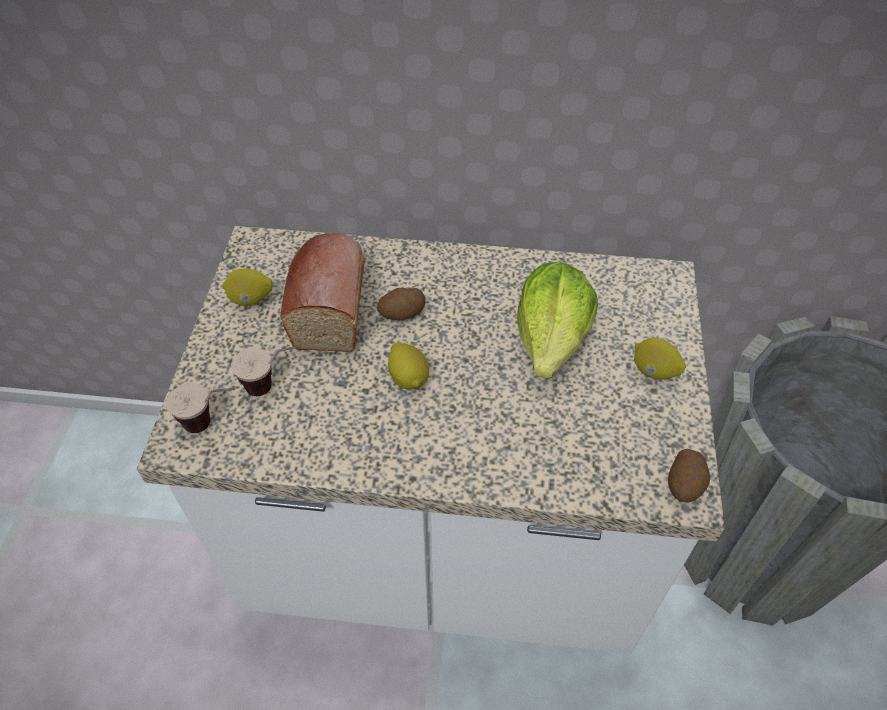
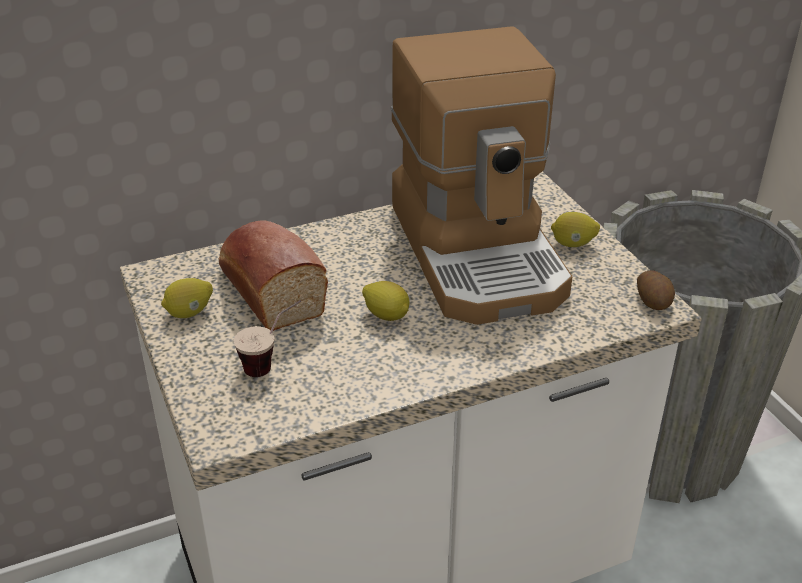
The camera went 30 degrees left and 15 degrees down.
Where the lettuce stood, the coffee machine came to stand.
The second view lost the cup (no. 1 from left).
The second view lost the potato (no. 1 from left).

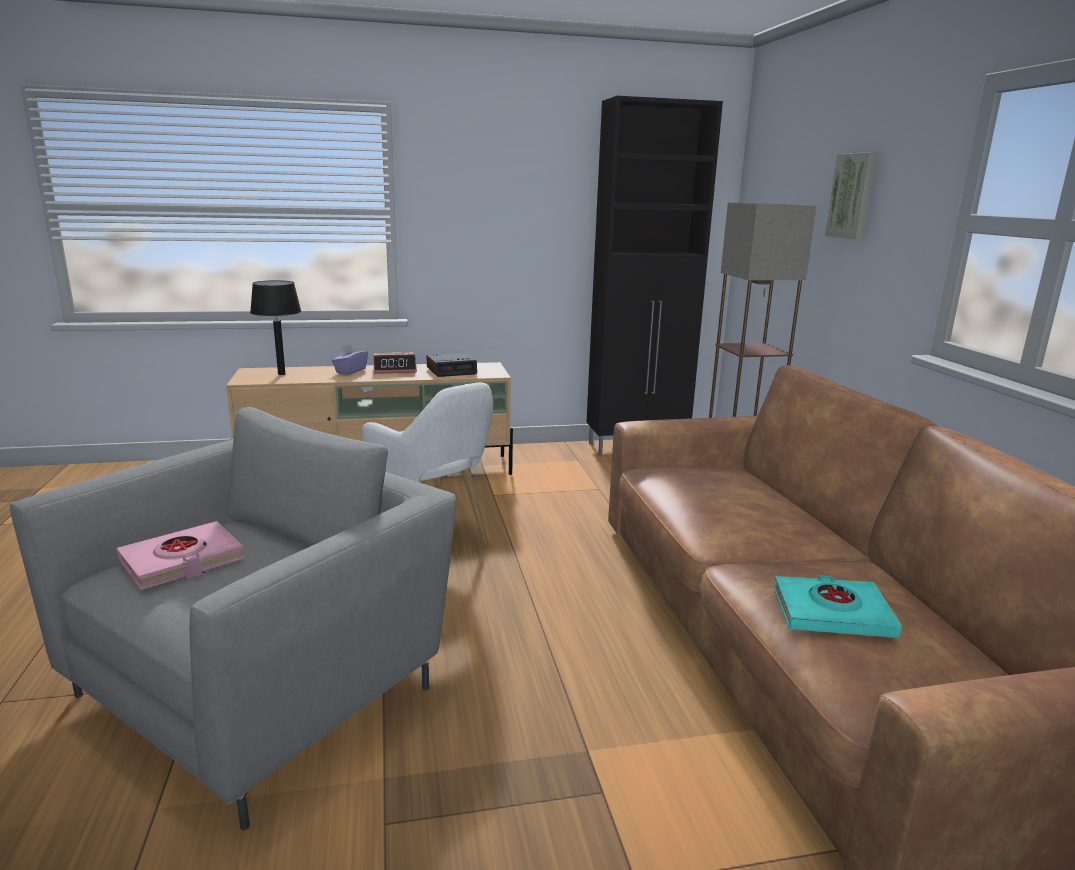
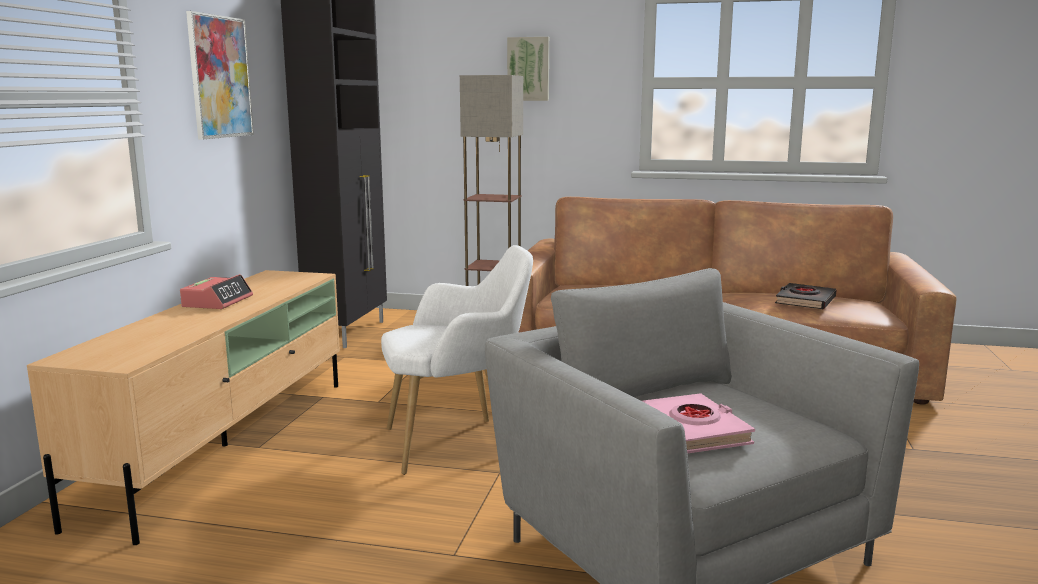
The camera went 65 degrees left and 5 degrees down.
The second view gained the picture (no. 1 from left).
What was the book in turquoise turned into the book in black.
The second view lost the table lamp in black.
The second view lost the tissue box in purple.
The second view lost the alarm clock (no. 2 from left).

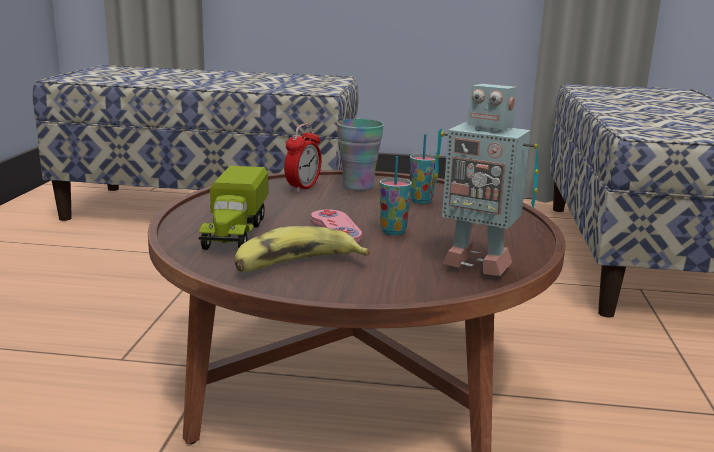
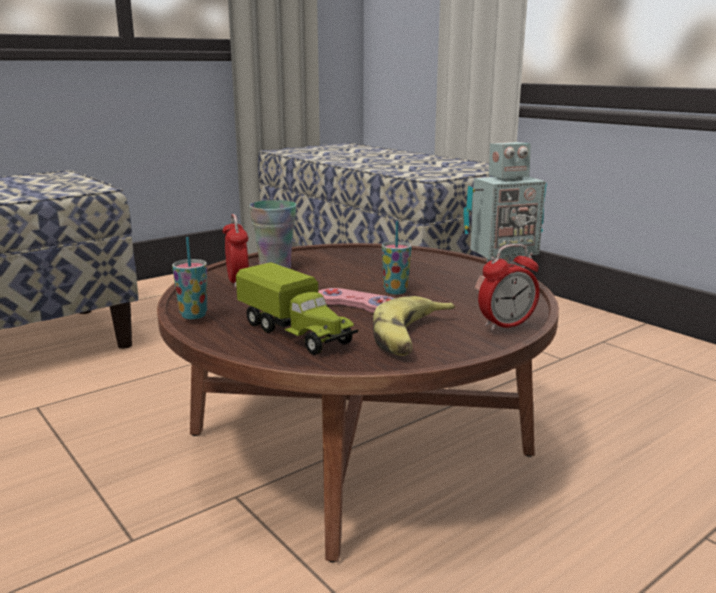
The camera went 45 degrees left and 0 degrees up.
The cup (no. 3 from left in the first image) ended up elsewhere.
The second view gained the alarm clock (no. 2 from left).

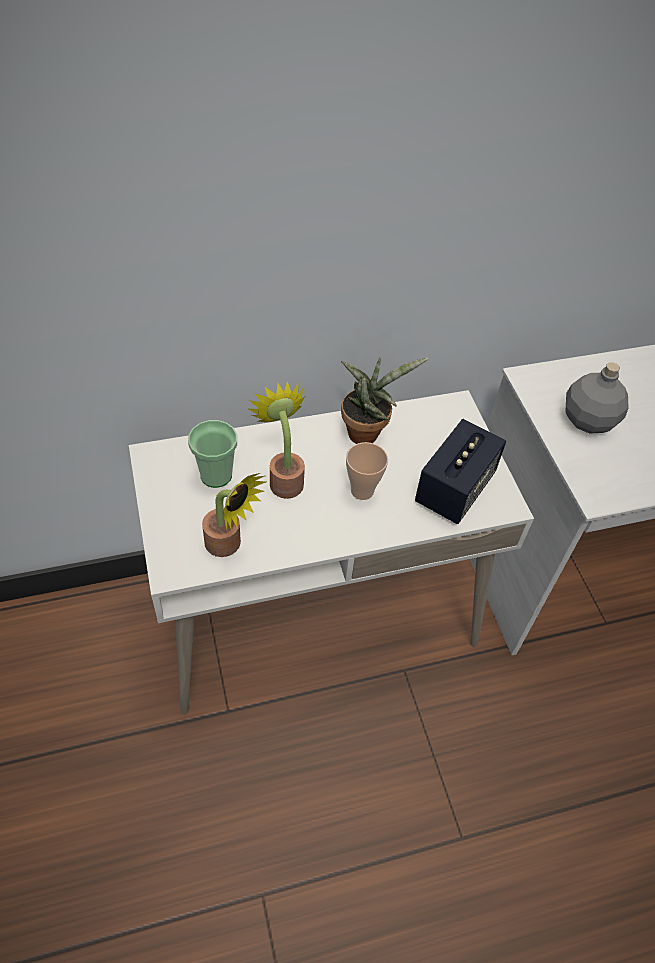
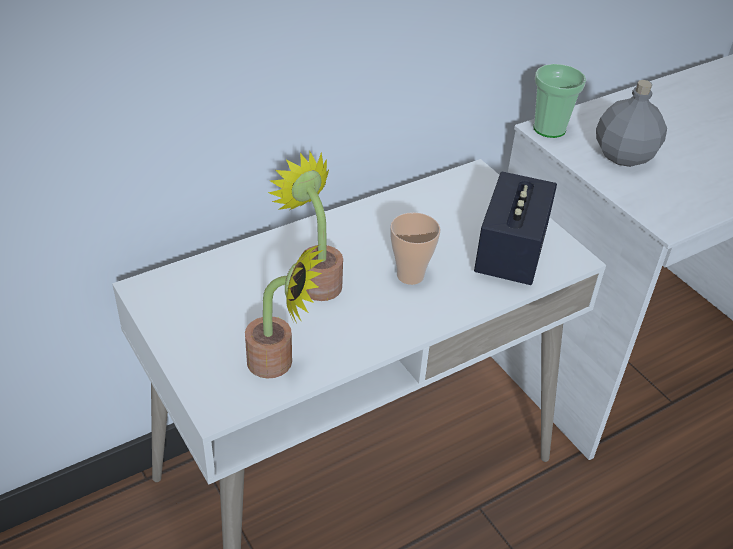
The camera went 15 degrees left and 10 degrees down.
The cup (no. 1 from left in the first image) ended up elsewhere.
The second view lost the potted plant (no. 3 from left).

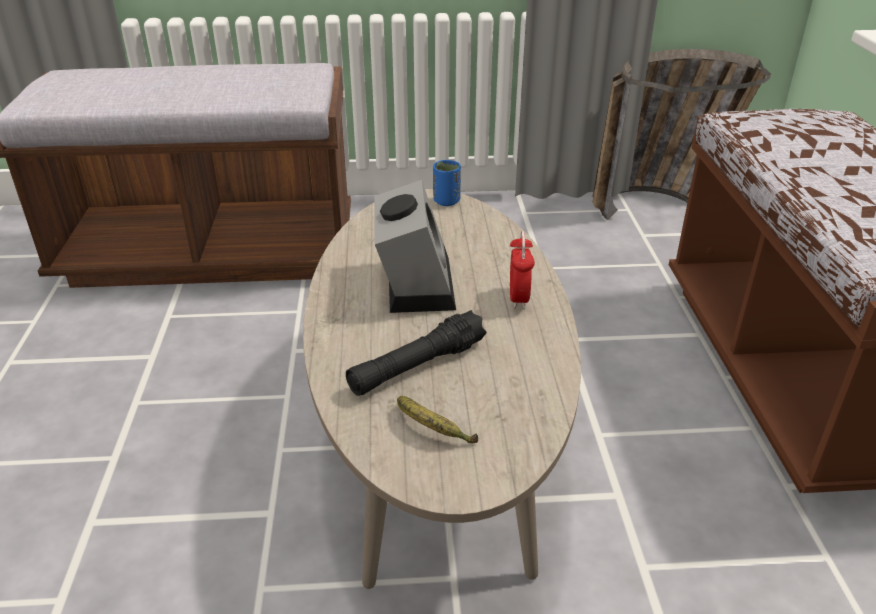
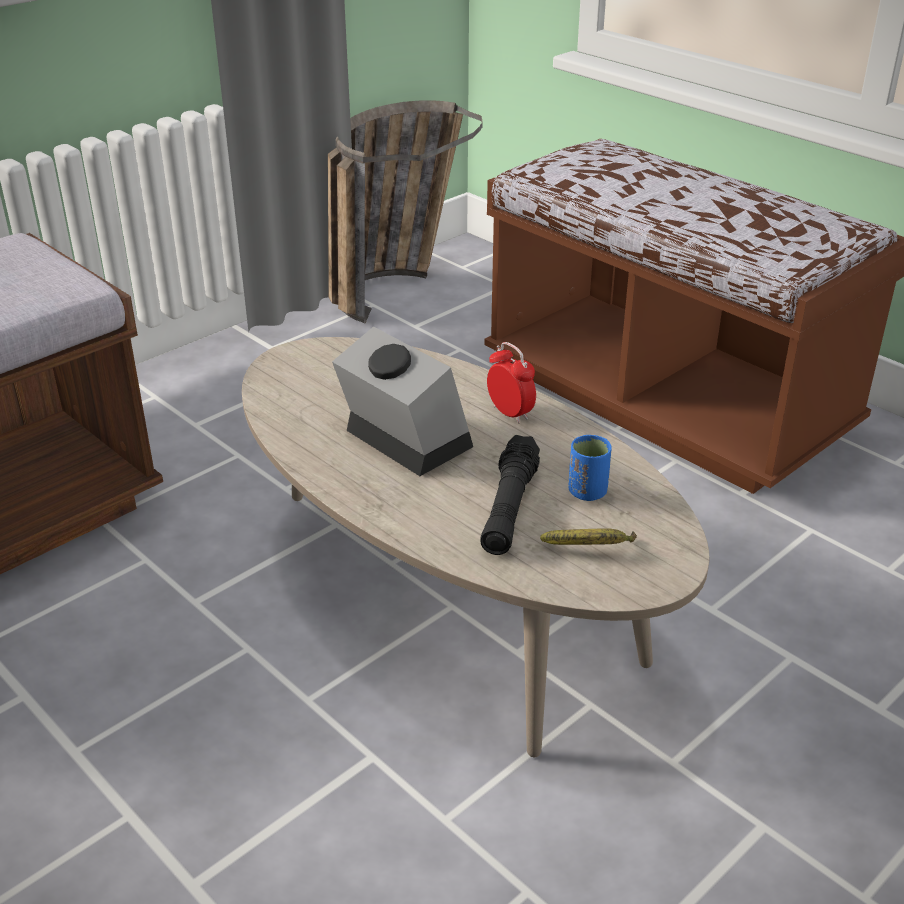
The camera went 40 degrees left and 0 degrees up.
The cup in blue ended up elsewhere.

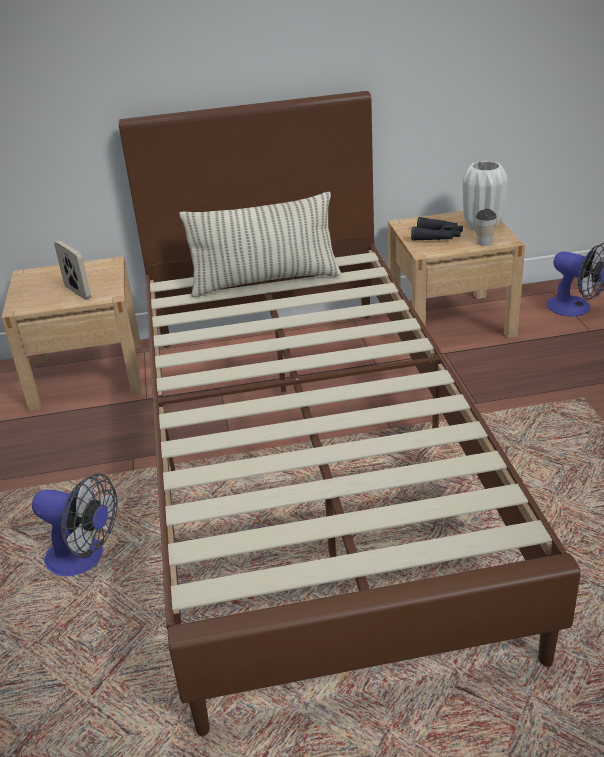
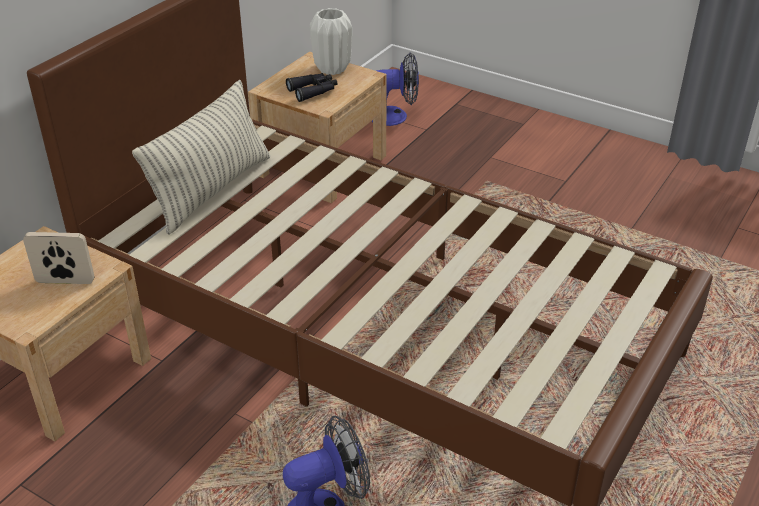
The camera went 50 degrees left and 5 degrees up.
The second view lost the cup.

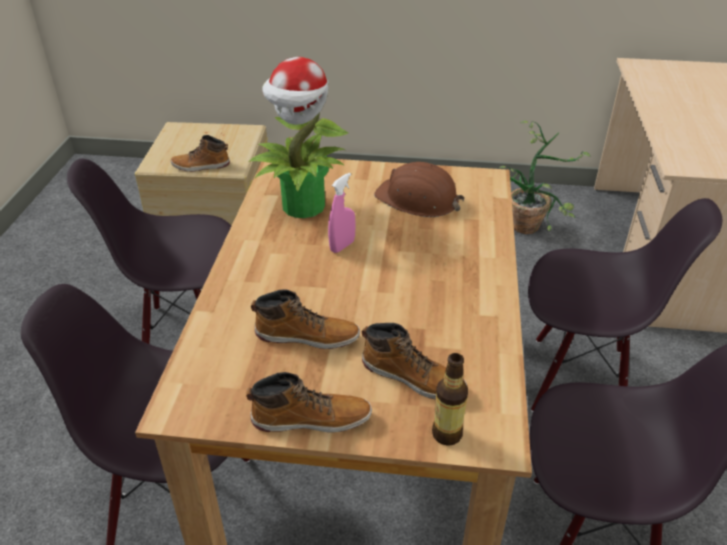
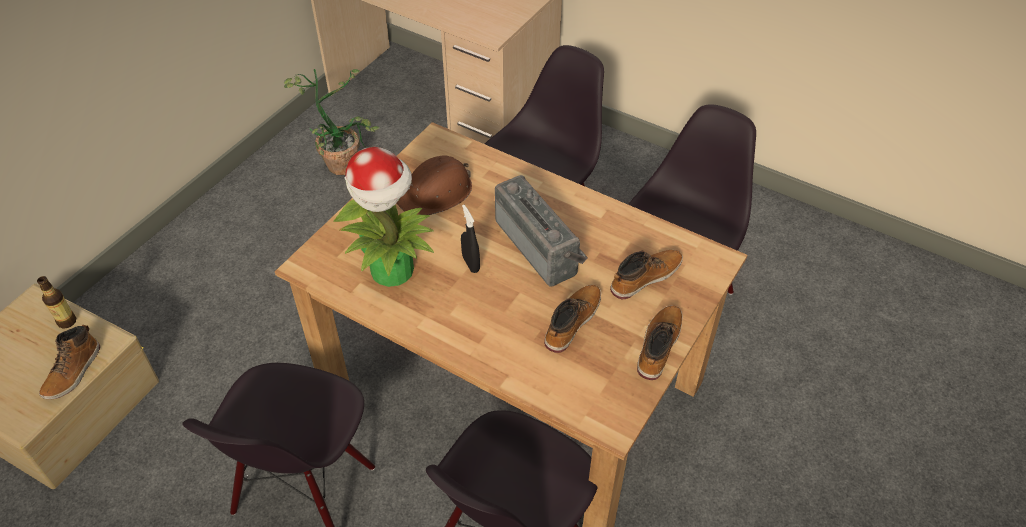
The camera went 65 degrees left and 10 degrees up.
The bottle ended up elsewhere.
What was the spray bottle in pink turned into the spray bottle in black.
The second view gained the radio.

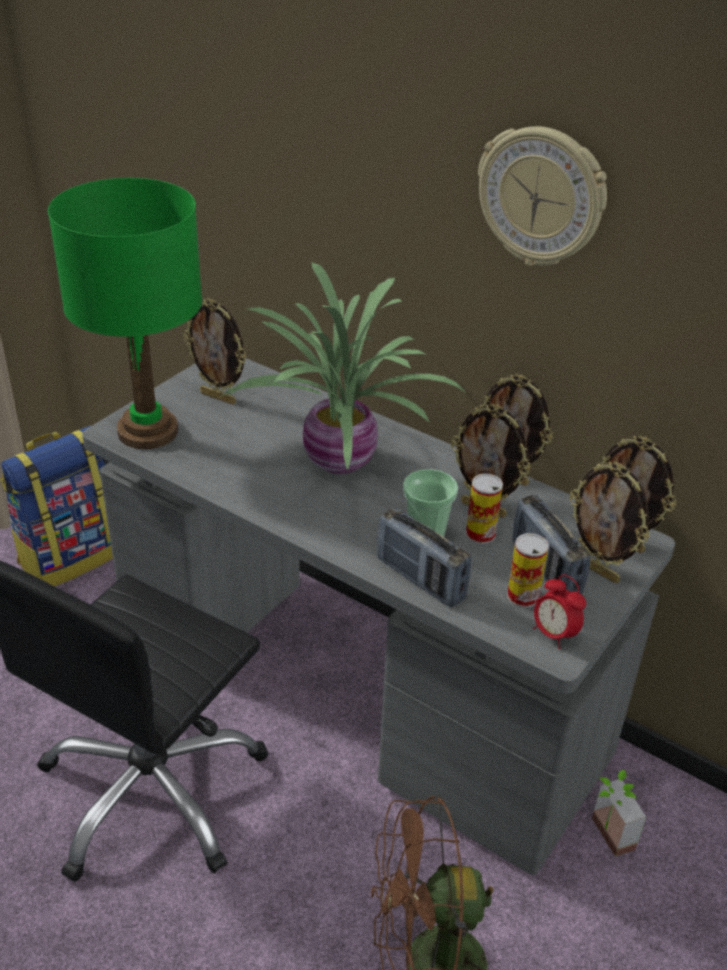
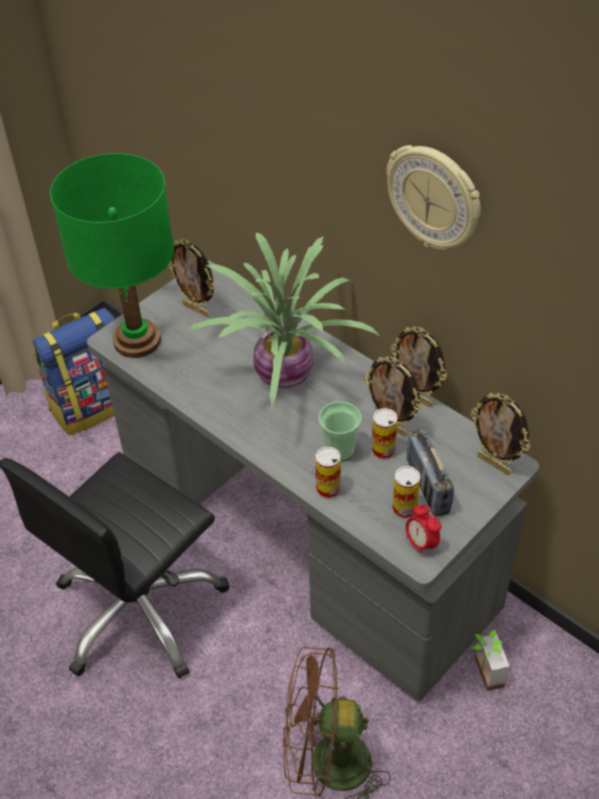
The camera went 10 degrees right and 10 degrees up.
Where the radio (no. 1 from left) stood, the can (no. 1 from left) came to stand.
The second view lost the picture frame (no. 4 from left).

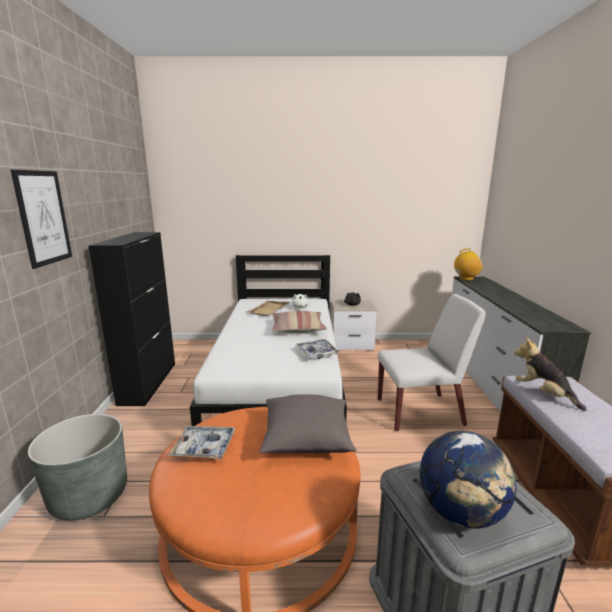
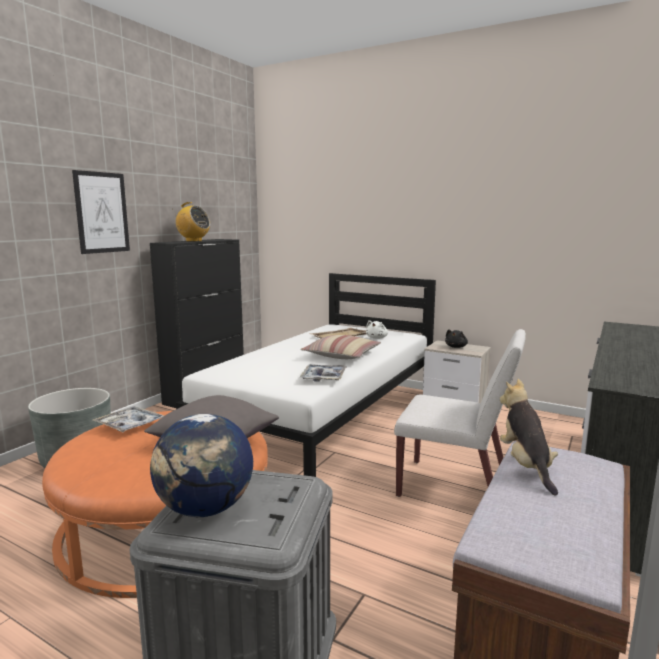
The camera went 30 degrees right and 5 degrees down.
The radio ended up elsewhere.

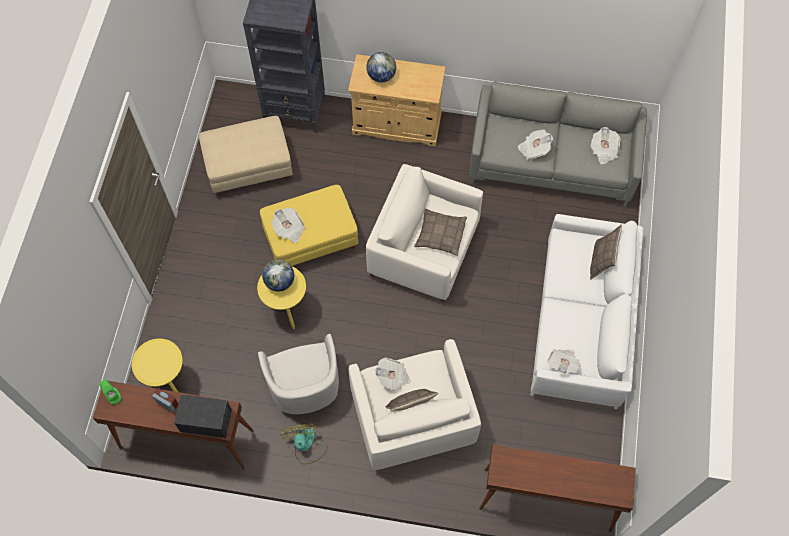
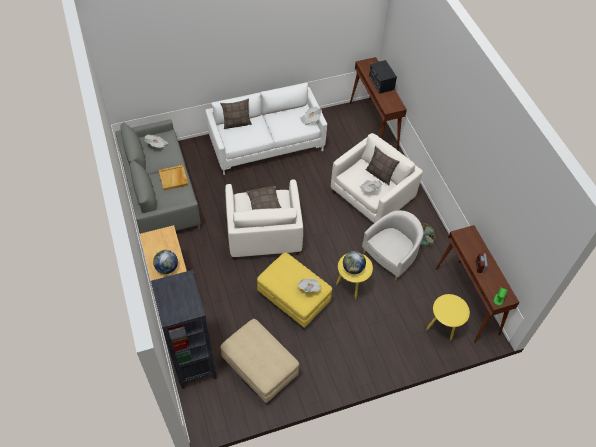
The camera went 120 degrees left and 10 degrees down.
Where the newspaper (no. 3 from left) stood, the tray in beige came to stand.
The radio ended up elsewhere.

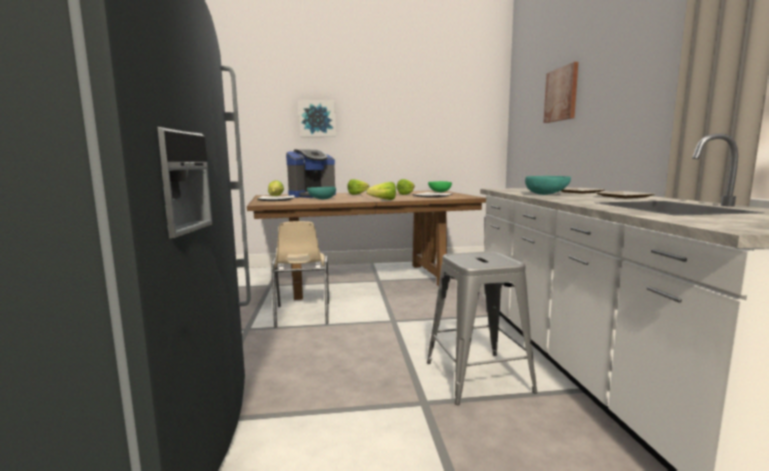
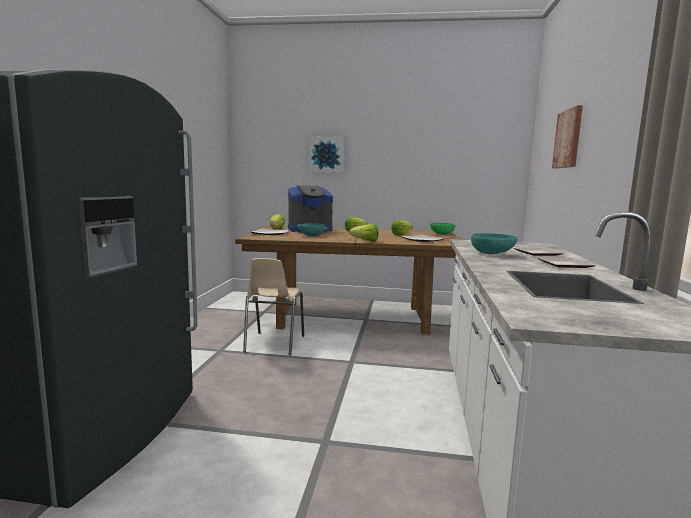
The camera went 15 degrees right and 0 degrees up.
The second view lost the stool in grey.

